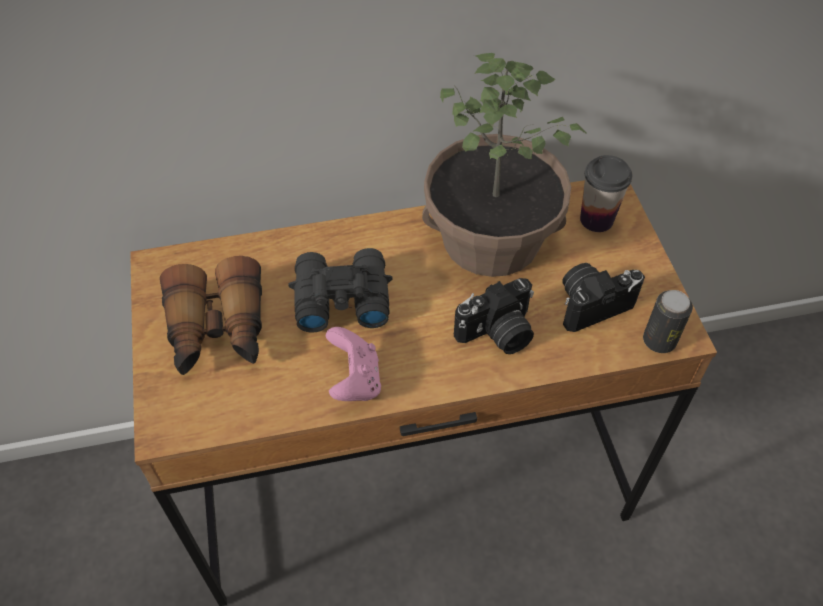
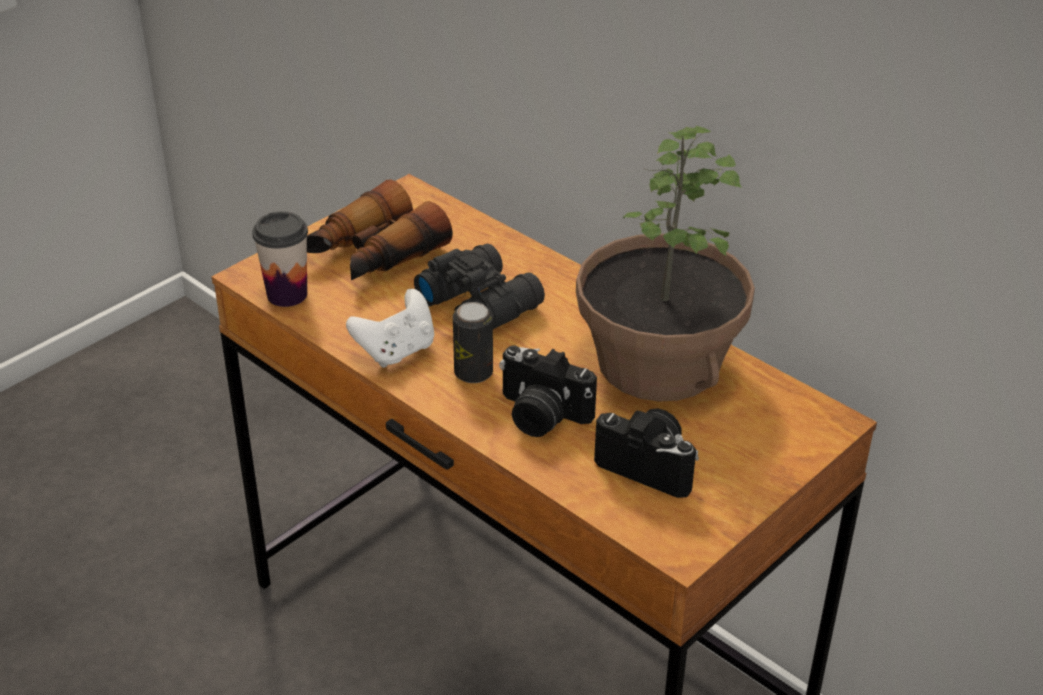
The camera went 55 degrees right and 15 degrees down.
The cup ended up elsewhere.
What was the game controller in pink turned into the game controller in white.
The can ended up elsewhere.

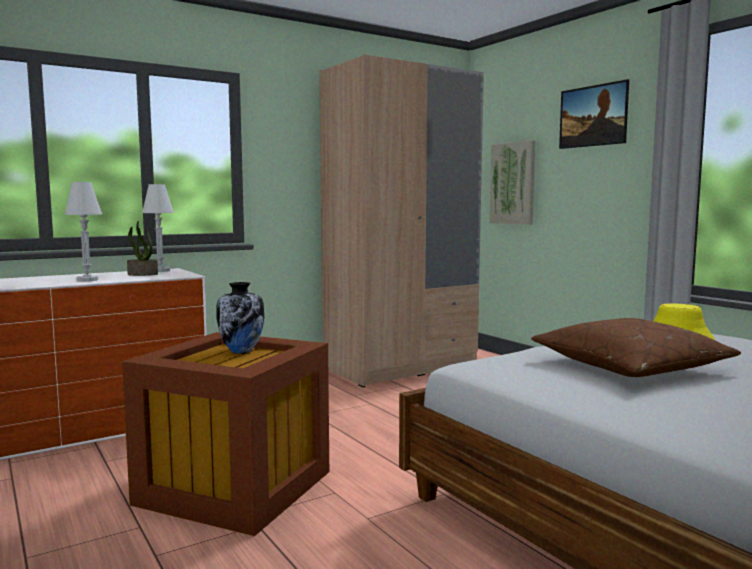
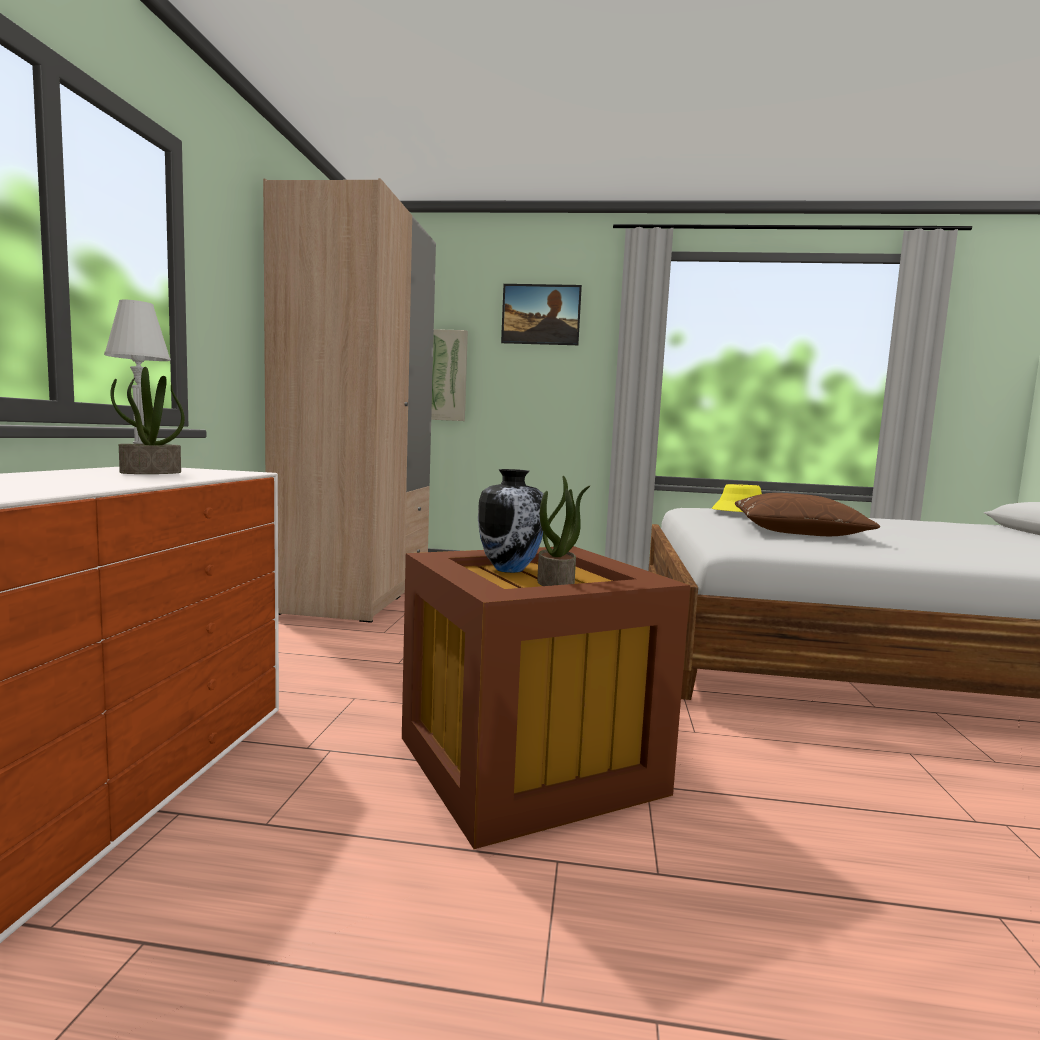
The camera went 50 degrees left and 0 degrees up.
The second view gained the potted plant (no. 2 from left).
The second view lost the table lamp in white (no. 1 from left).

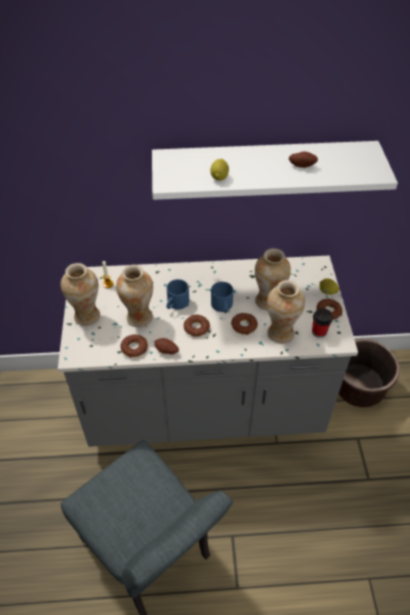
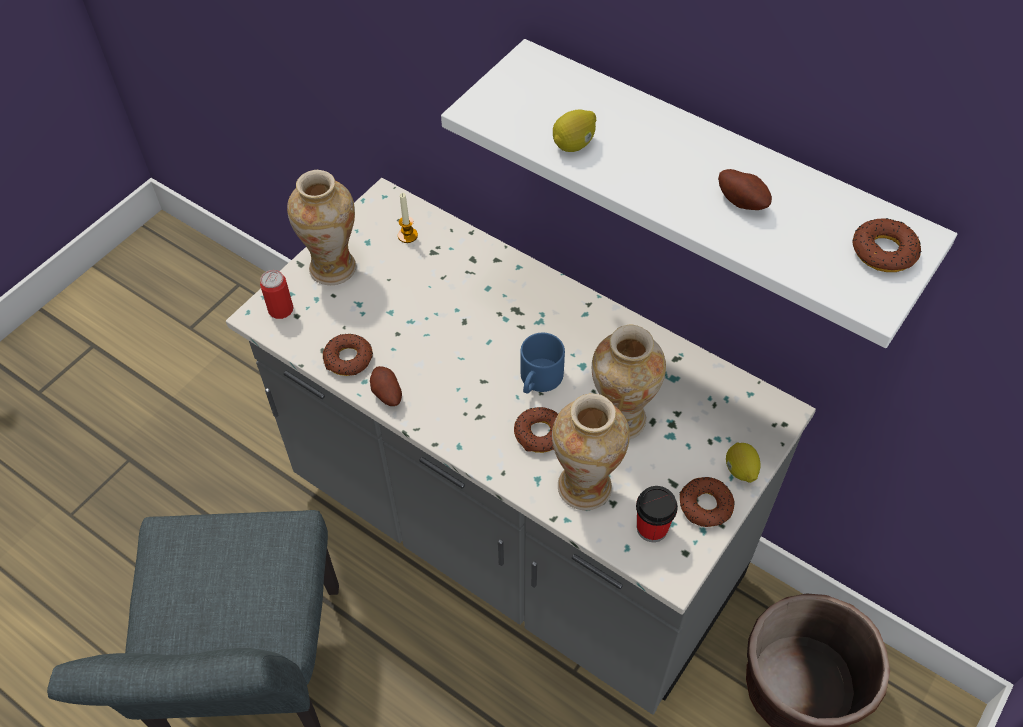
The camera went 40 degrees right and 5 degrees up.
The second view gained the can.
The donut (no. 2 from left in the first image) ended up elsewhere.
The second view lost the vase (no. 2 from left).
The second view lost the mug in blue (no. 1 from left).

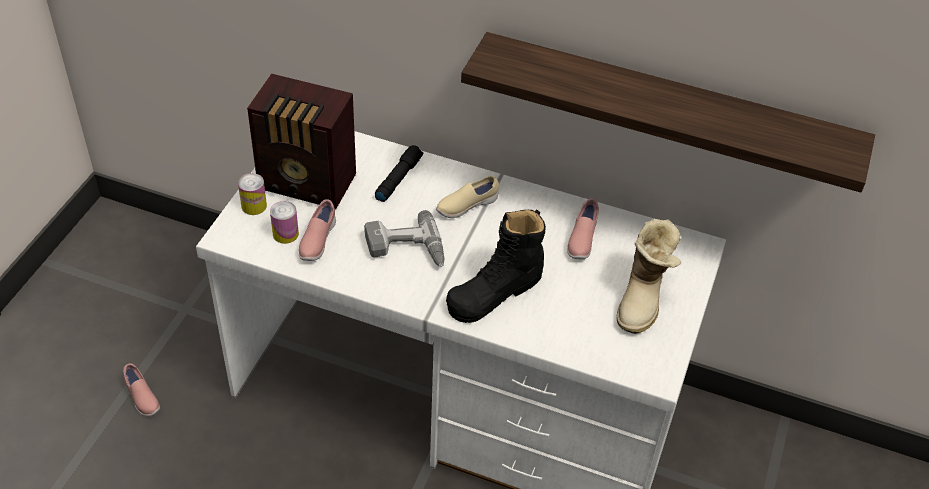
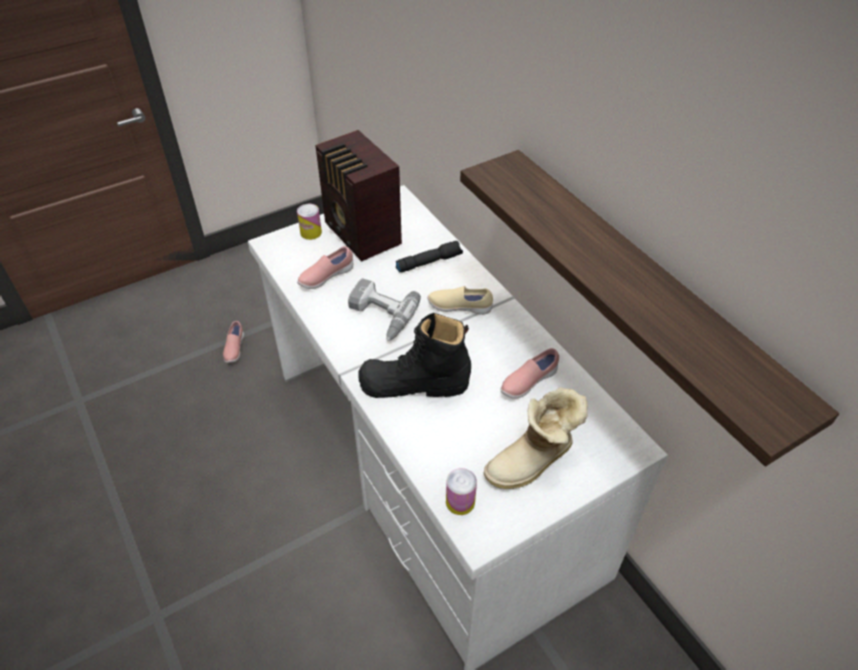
The camera went 40 degrees right and 0 degrees up.
The can (no. 2 from left) ended up elsewhere.

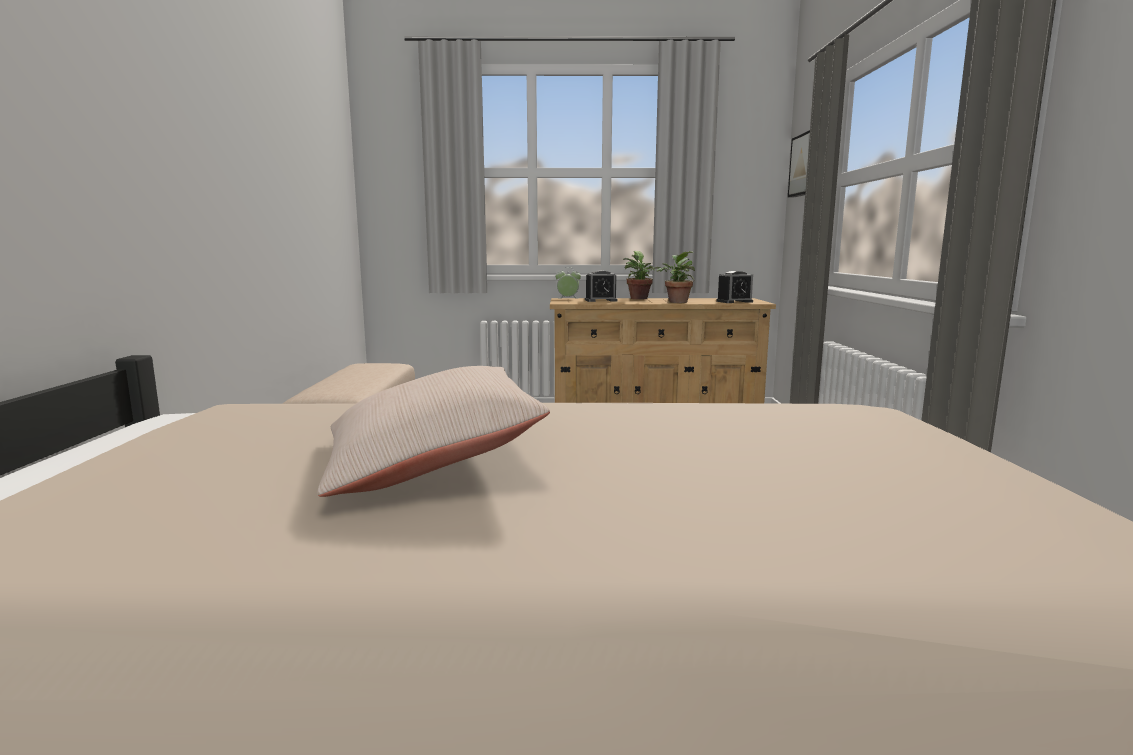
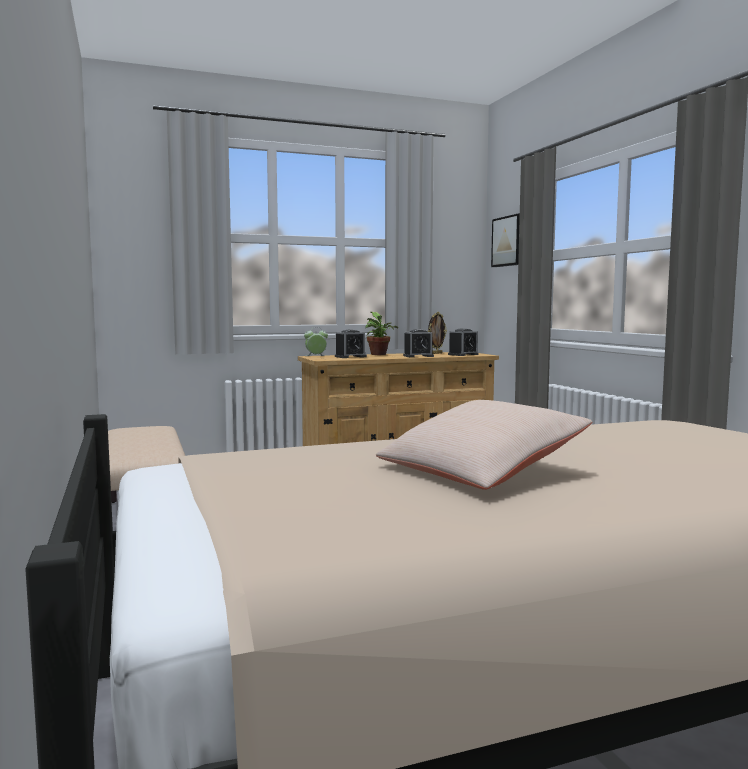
The camera went 20 degrees left and 5 degrees down.
Where the potted plant (no. 2 from left) stood, the alarm clock (no. 3 from left) came to stand.
The second view gained the picture frame.

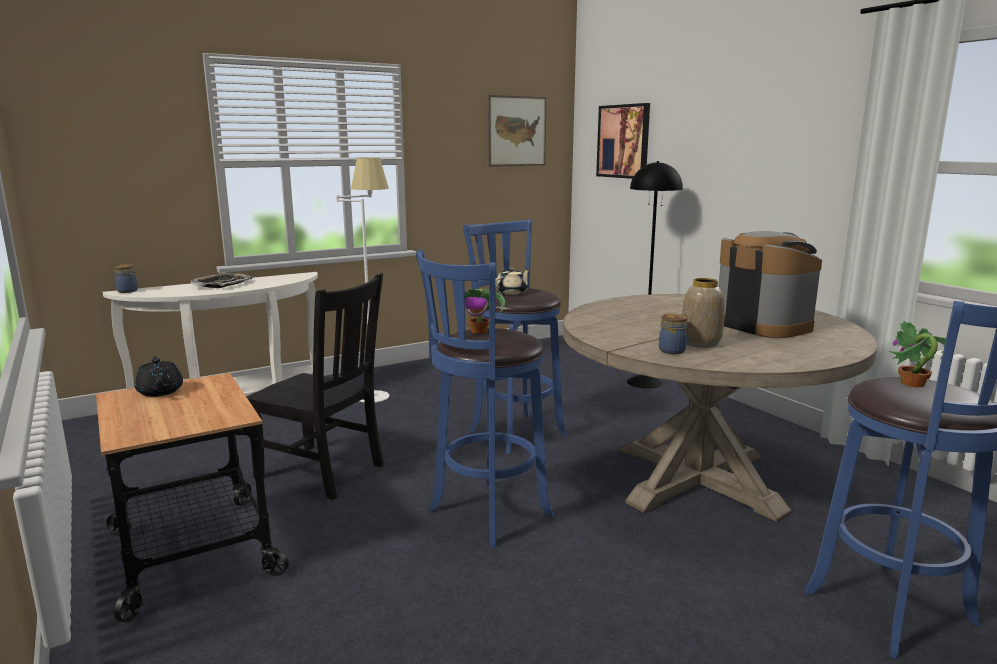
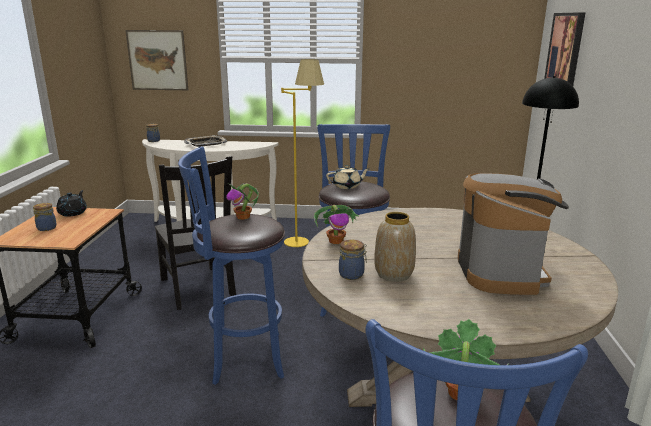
The camera went 35 degrees right and 5 degrees up.
The second view gained the jar (no. 1 from left).
The picture (no. 1 from left) ended up elsewhere.
What was the floor lamp in white turned into the floor lamp in yellow.
The second view gained the potted plant (no. 2 from left).

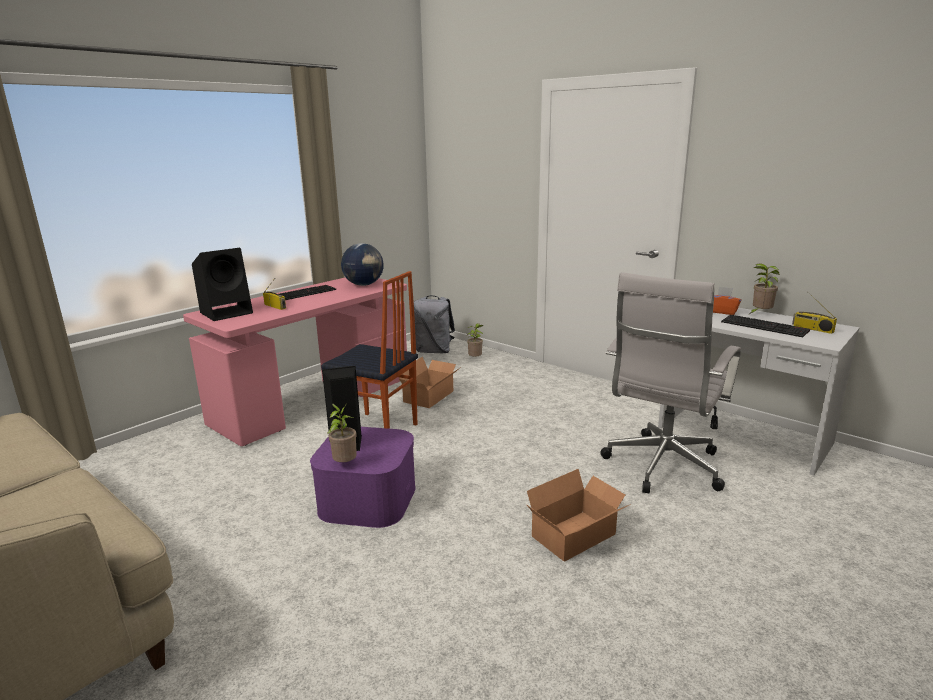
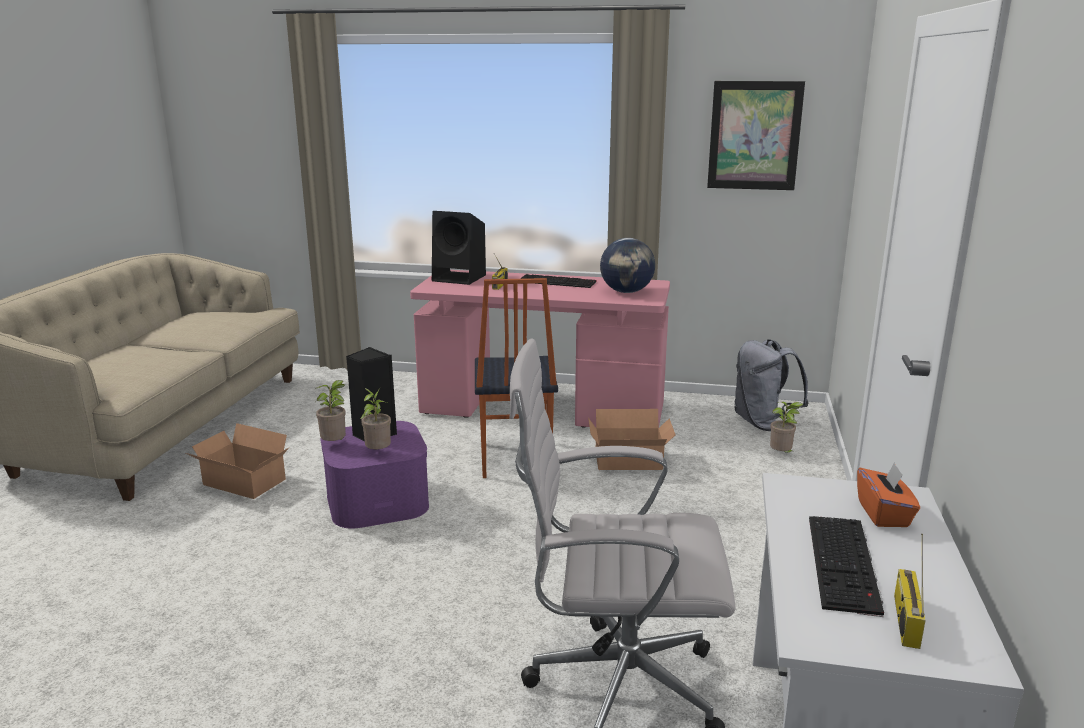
The camera went 60 degrees right and 0 degrees up.
The cardboard box (no. 2 from left in the first image) ended up elsewhere.
The potted plant (no. 3 from left in the first image) ended up elsewhere.
The second view gained the picture.

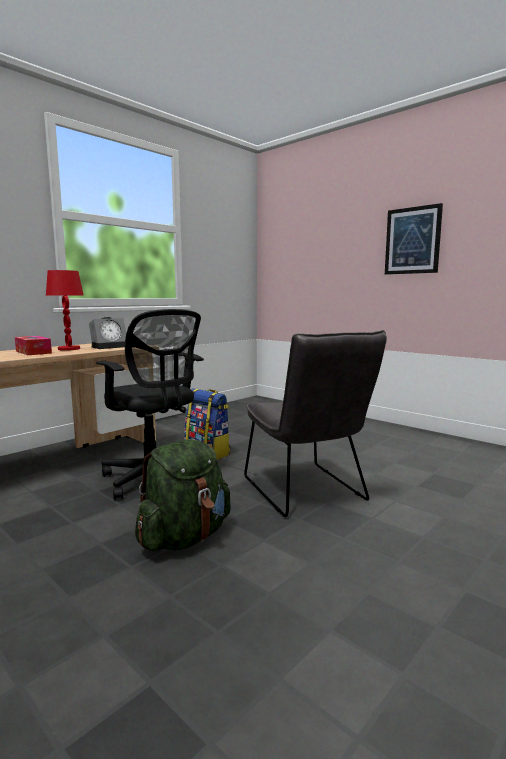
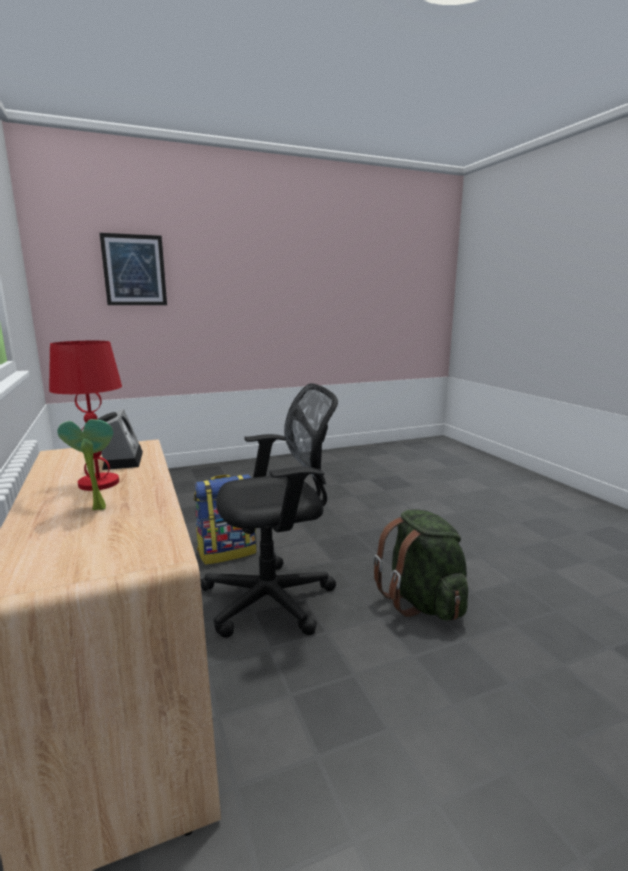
The camera went 65 degrees left and 5 degrees up.
Where the tissue box stood, the potted plant came to stand.
The picture ended up elsewhere.
The second view lost the chair in grey.

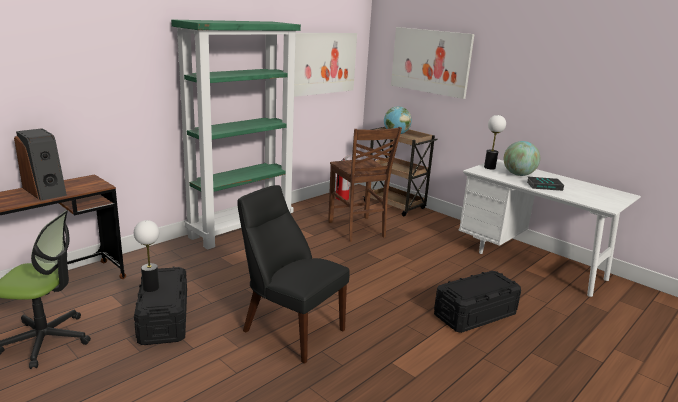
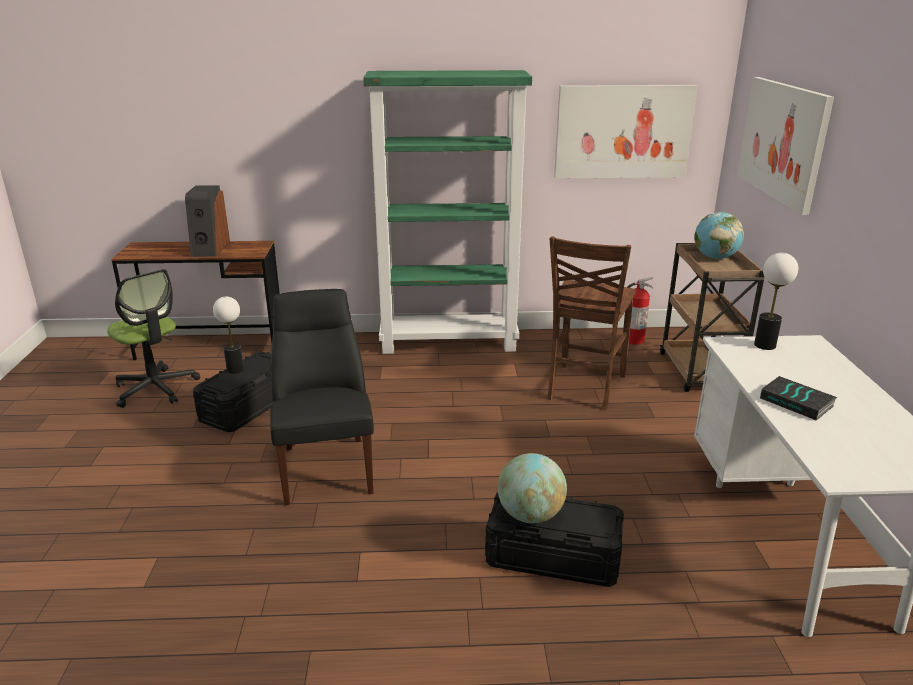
The camera went 45 degrees right and 5 degrees up.
The globe (no. 2 from left in the first image) ended up elsewhere.

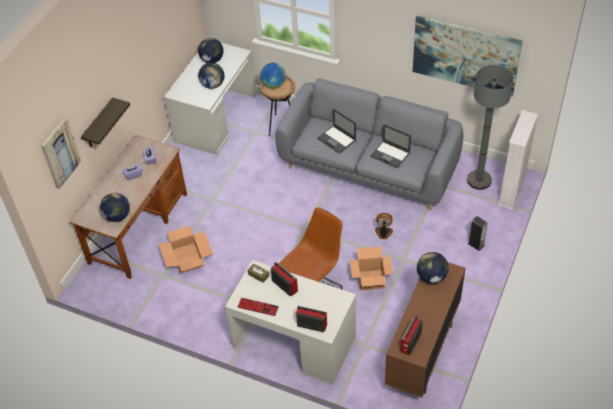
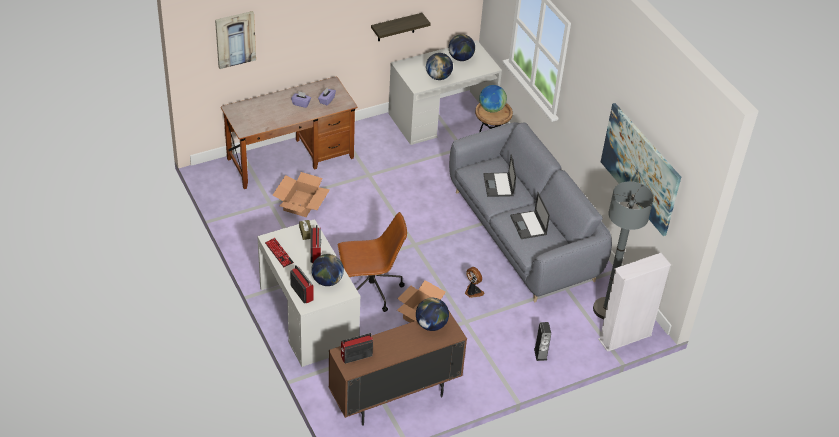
The camera went 35 degrees right and 5 degrees down.
The globe (no. 1 from left) ended up elsewhere.
The shelf ended up elsewhere.

